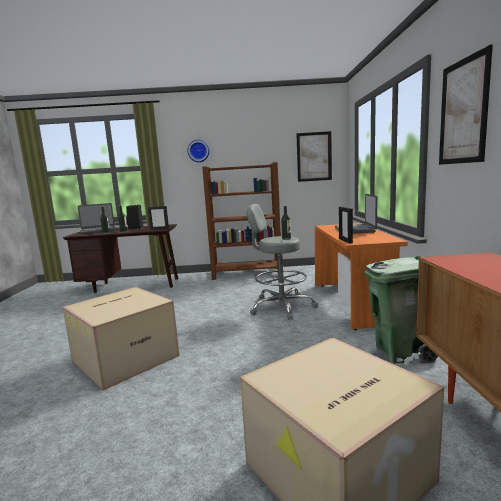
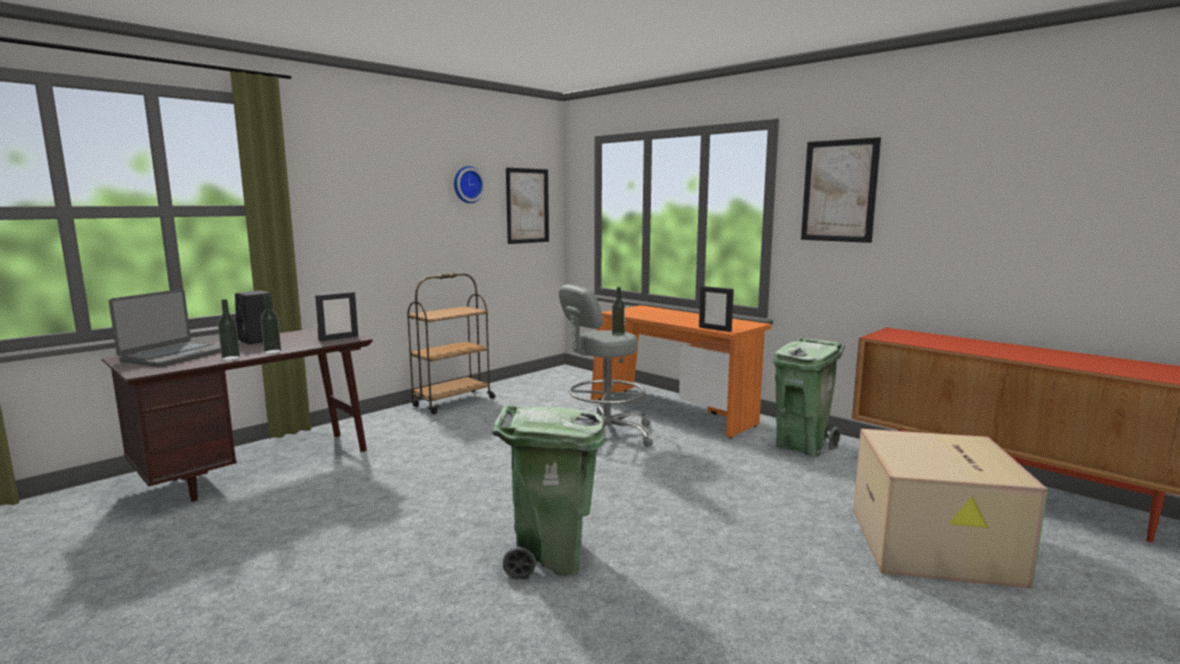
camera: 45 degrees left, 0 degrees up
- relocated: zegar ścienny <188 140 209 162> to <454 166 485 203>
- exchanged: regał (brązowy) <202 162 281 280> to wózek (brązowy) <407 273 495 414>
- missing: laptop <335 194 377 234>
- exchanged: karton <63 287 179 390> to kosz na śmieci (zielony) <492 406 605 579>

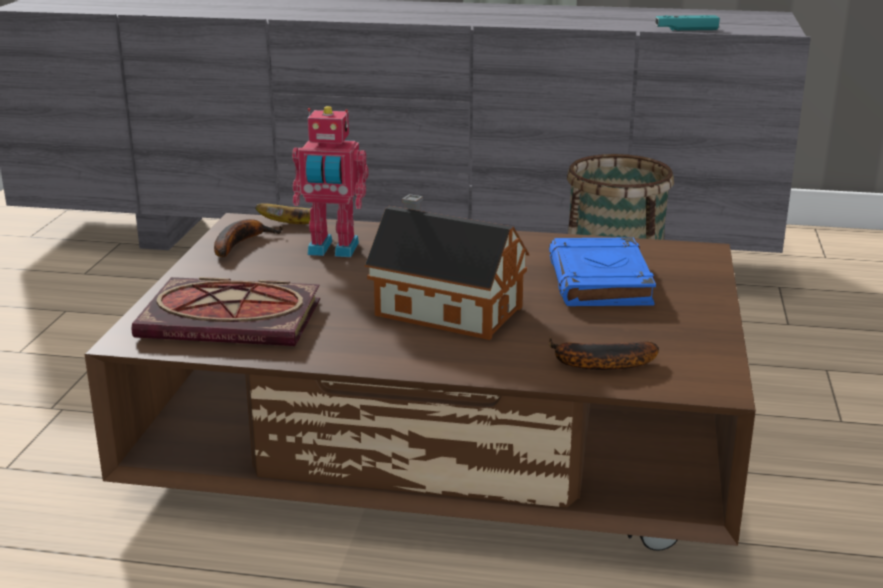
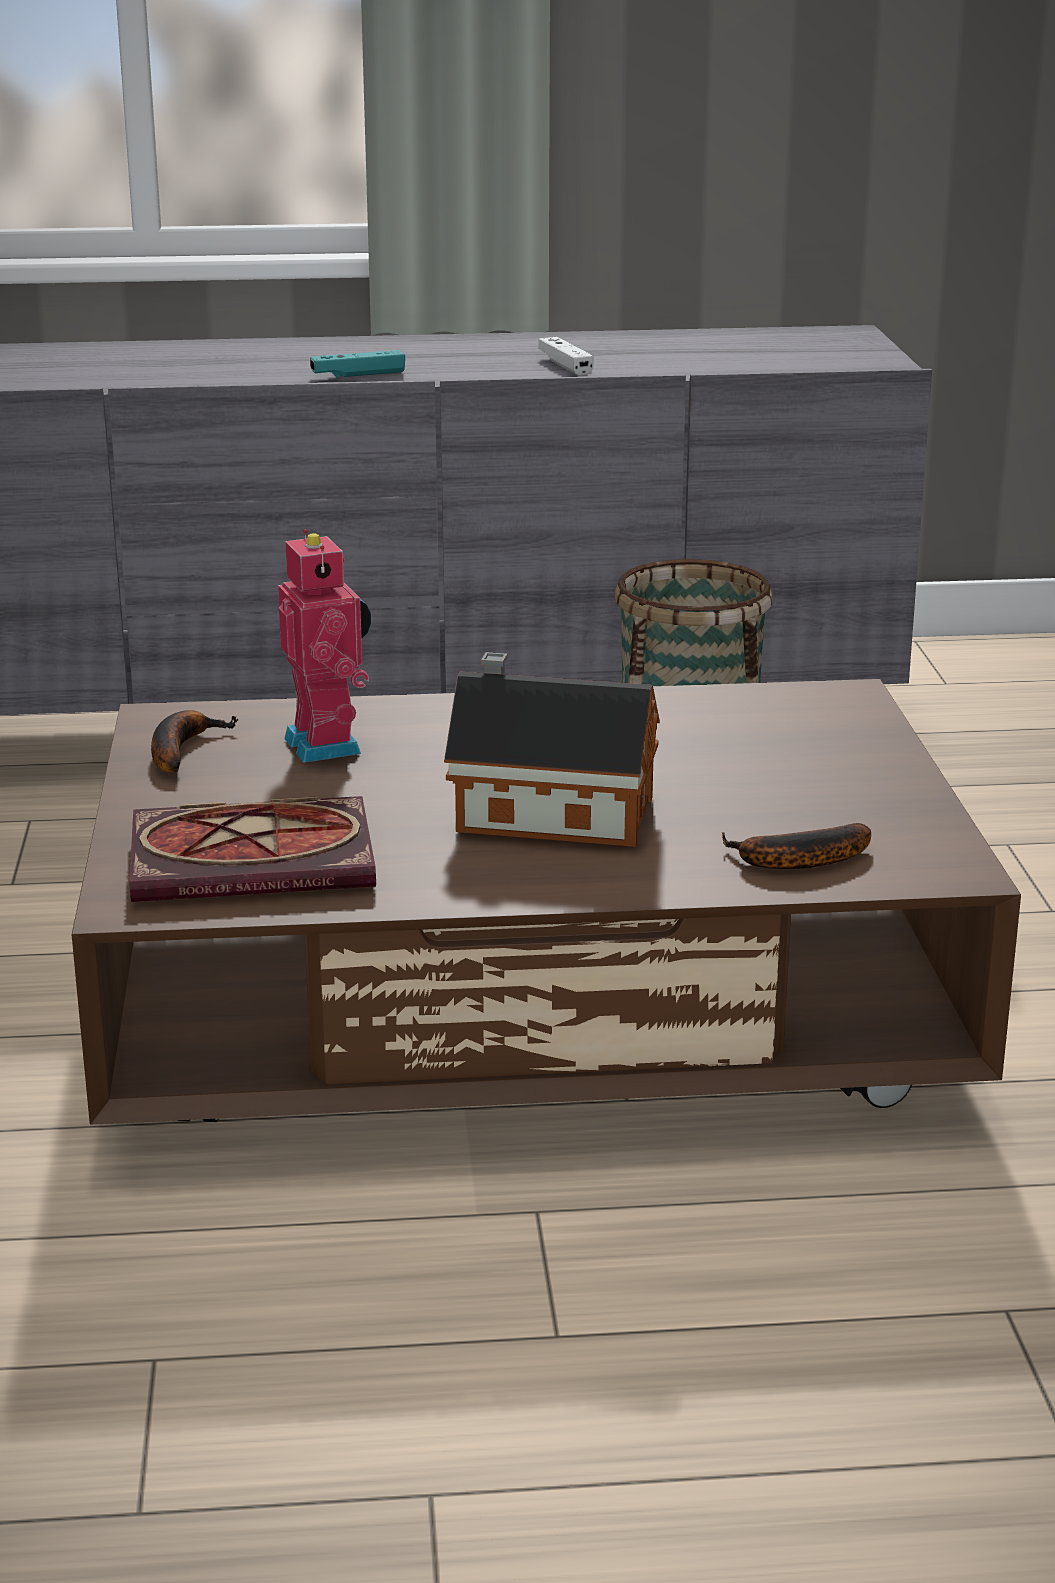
camera: 15 degrees left, 0 degrees up
- relocated: pad do gier (turkusowy) <655 15 720 31> to <310 350 405 378>
- spun: robot zabawkowy <292 106 369 257> = <278 529 371 763> 105 degrees counterclockwise
- missing: banan <255 203 310 224>
- missing: książka (niebieski) <549 237 656 306>
- appeared: pad do gier (biały) <538 337 594 376>

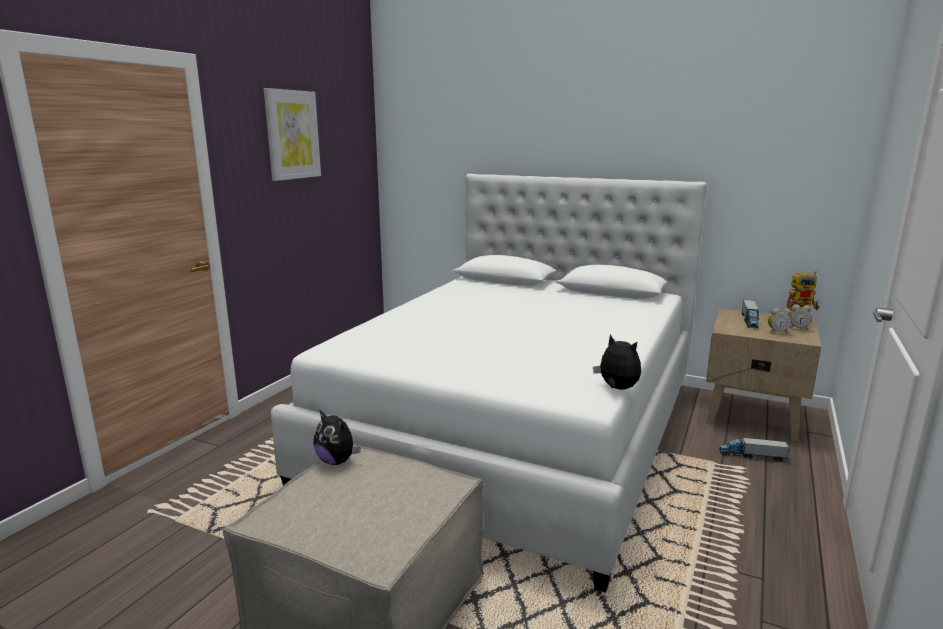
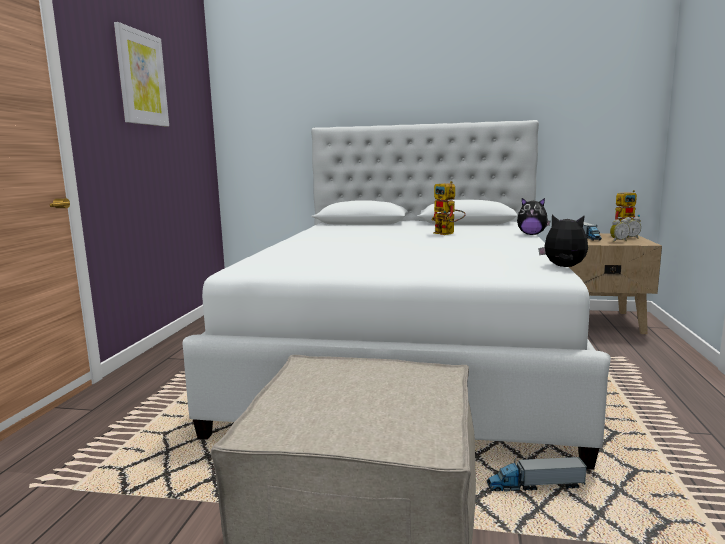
camera: 15 degrees left, 5 degrees down
- relocated: pluszak <313 410 361 465> to <517 198 550 235>
- relocated: ciężarówka zabawkowa <719 436 790 462> to <487 457 587 492>
- appeared: robot zabawkowy <432 181 466 235>

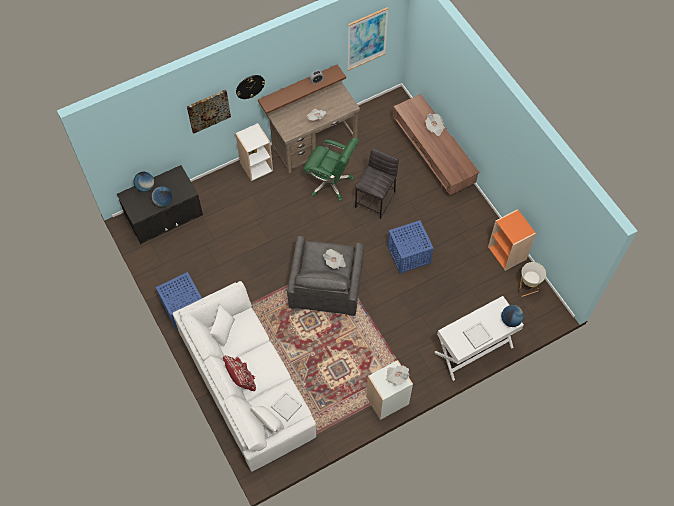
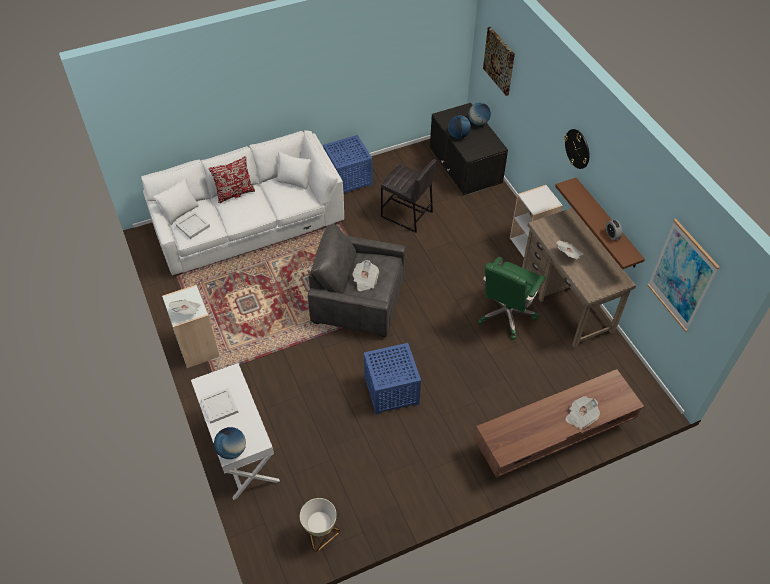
camera: 95 degrees right, 10 degrees down
- relocated: obraz <187 90 231 134> to <483 27 515 96>
- relocated: stołek (szary) <355 148 399 219> to <381 159 437 233>
- missing: regał (pomarańczowy) <488 209 536 271>

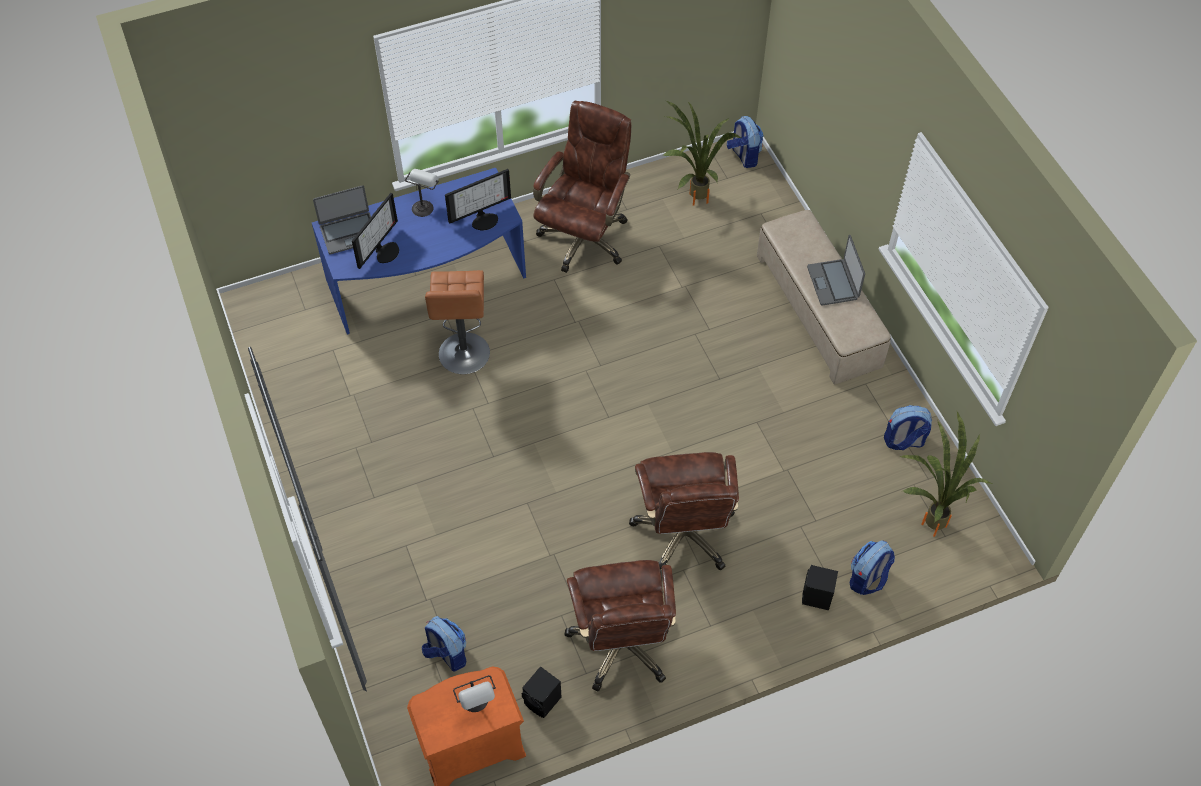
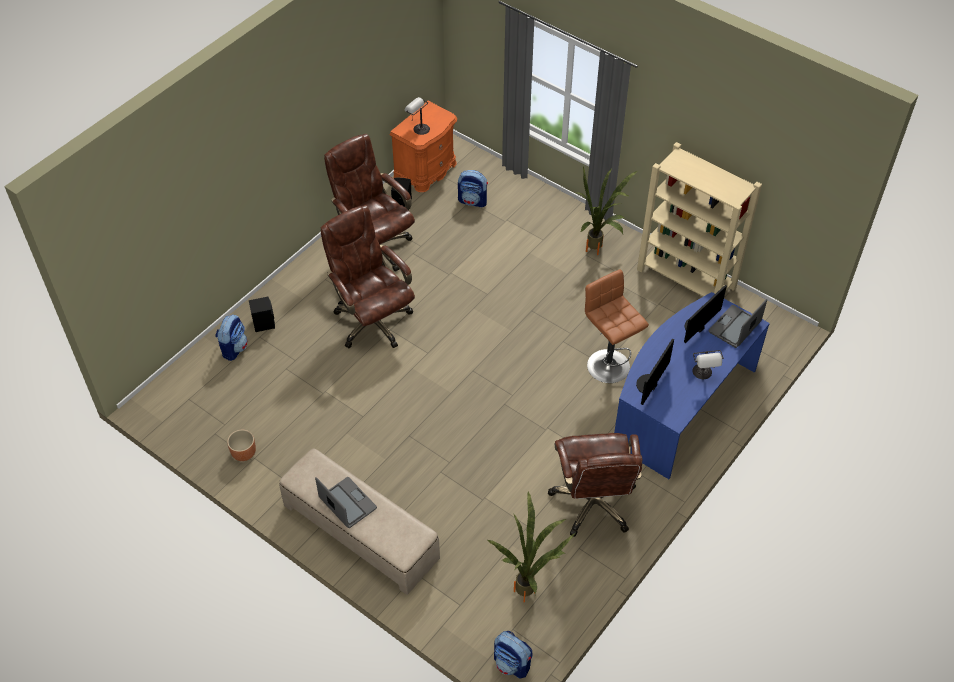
camera: 150 degrees right, 5 degrees down
- spun: monitor <352 193 399 269> = <684 285 727 343> 45 degrees clockwise
- exchanged: plecak <884 405 932 450> to donica (brązowy) <227 430 256 461>
- relocated: roślina doniczkowa <900 412 992 537> to <574 167 637 255>
- appeared: regał (beżowy) <637 142 762 297>

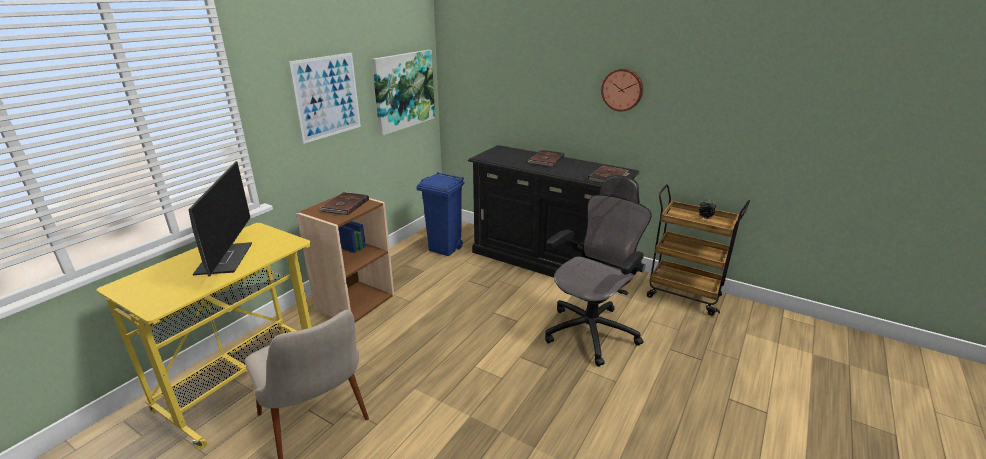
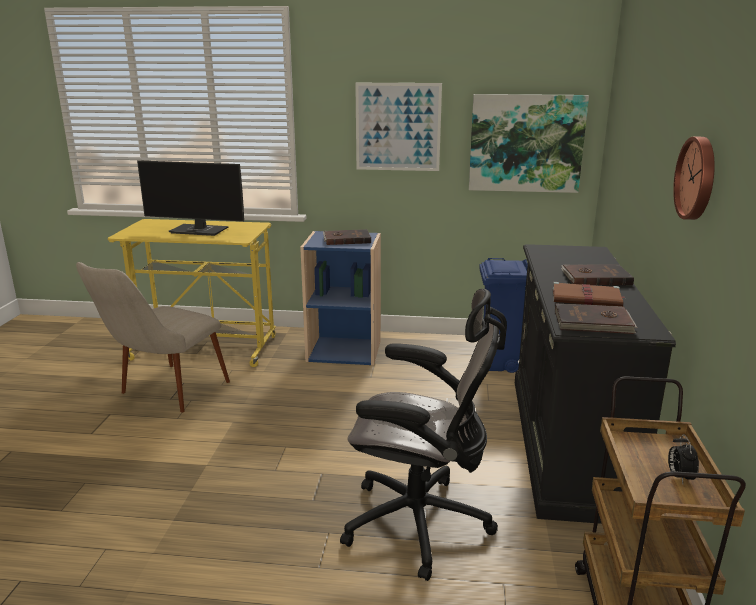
camera: 65 degrees right, 5 degrees down
- spun: monitor <188 161 252 277> = <137 160 244 236> 45 degrees clockwise
- colour: regał (brązowy) <296 192 394 323> to regał (niebieski) <300 231 381 365>
- appeared: książka (brązowy) <553 282 624 306>

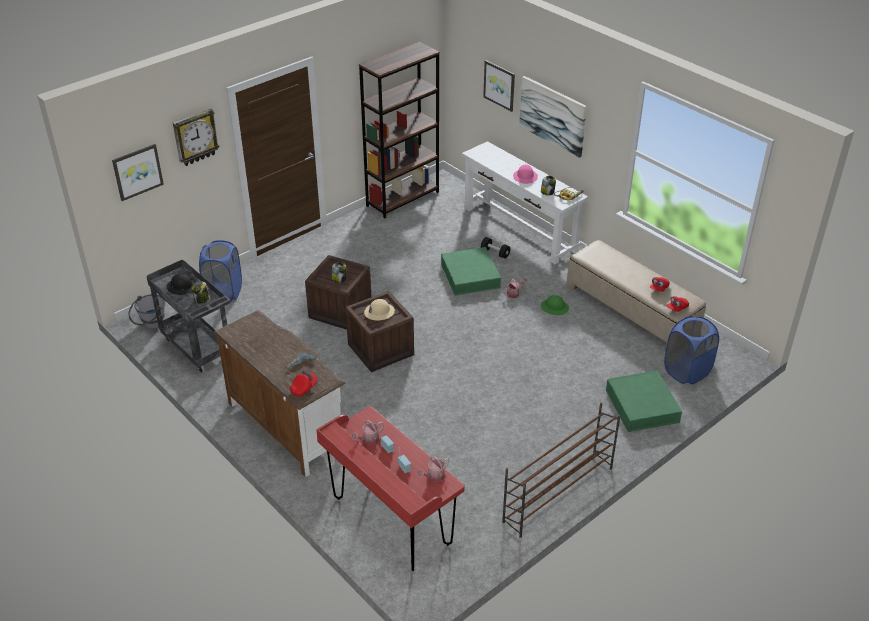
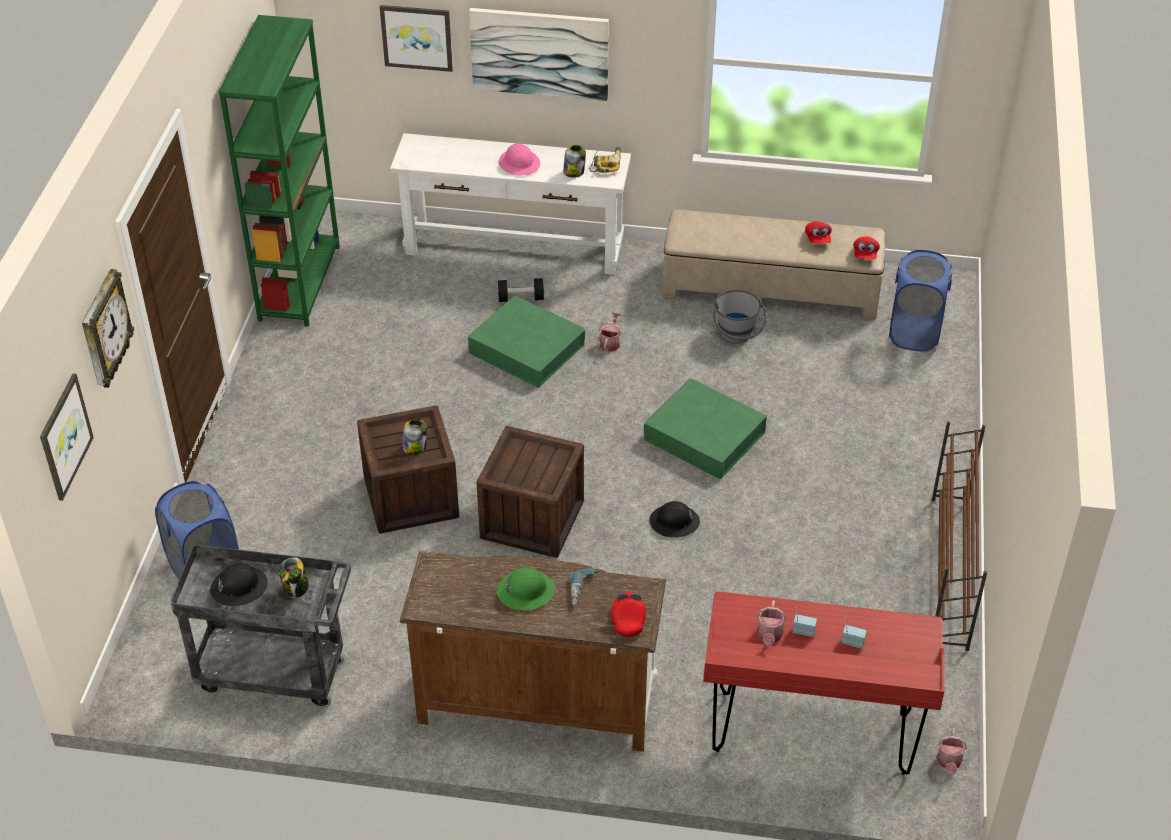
camera: 40 degrees left, 5 degrees up
- colour: regał (brązowy) <359 42 440 218> to regał (zielony) <218 15 340 326>
- relocated: wiadro (szary) <129 294 165 329> to <713 289 767 344>
- relocated: kask (zielony) <541 295 569 315> to <496 567 555 610>
- missing: kask (beżowy) <364 299 395 321>
- relocated: pojemnik do przechowywania (zielony) <606 370 682 432> to <644 379 767 479>
- relocated: konewka <417 456 450 482> to <936 728 967 775>
- appeared: kask (czarny) <649 501 700 538>

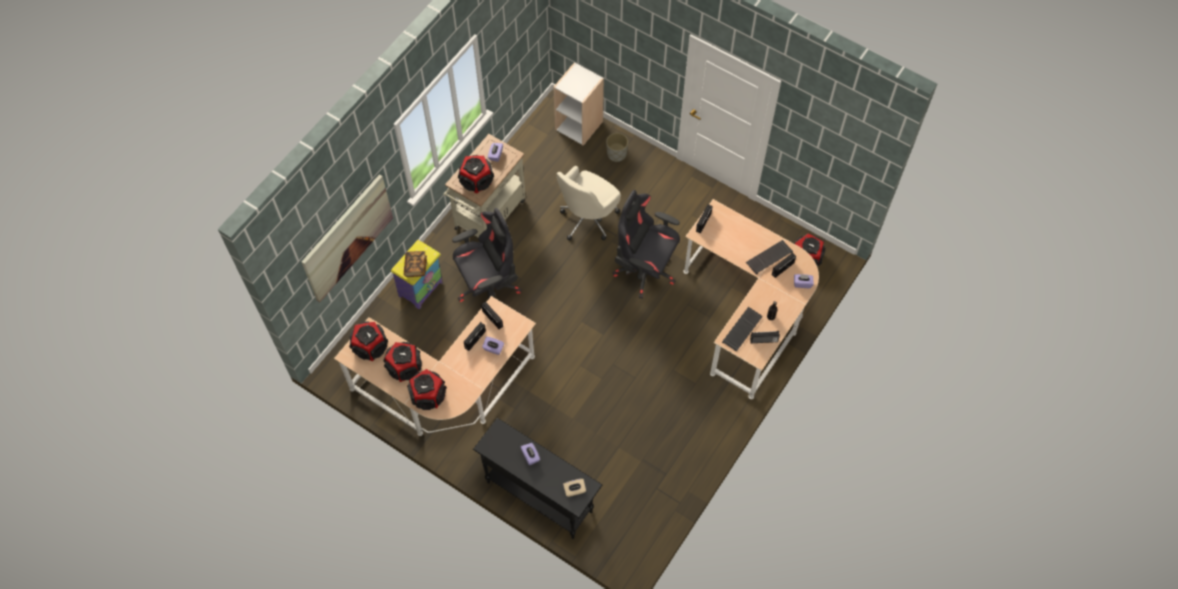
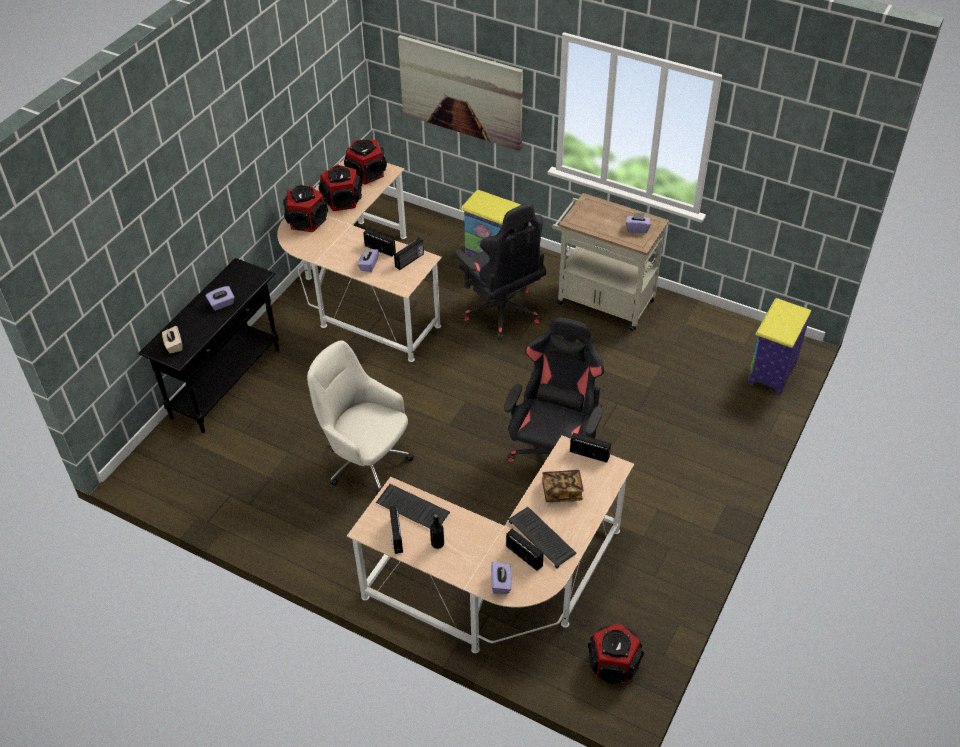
camera: 85 degrees right, 15 degrees down
- exchanged: regał <553 62 604 146> to szafka nocna <748 298 812 395>
- missing: donica (szary) <606 133 628 162>
- missing: głośnik <458 155 494 193>
- relocated: krzesło biurowe (beżowy) <557 166 621 240> to <307 340 414 496>
- relocated: książka <404 251 427 277> to <542 470 584 502>

